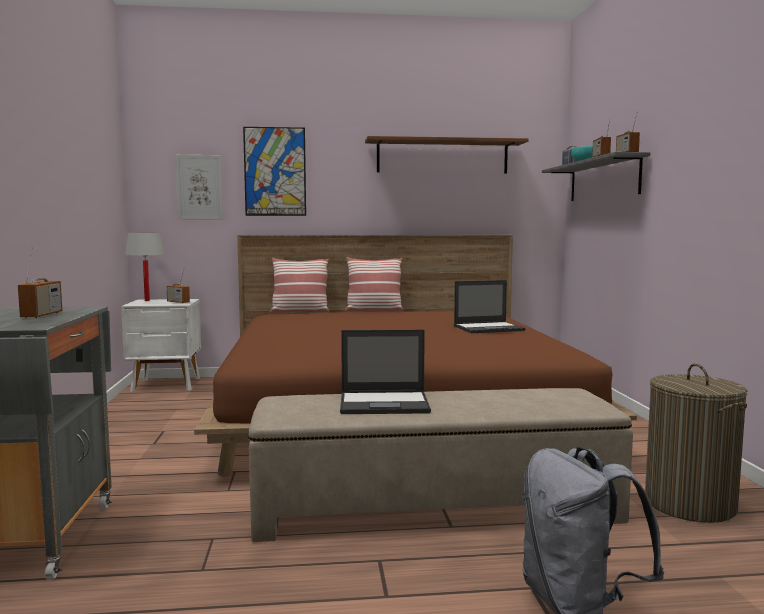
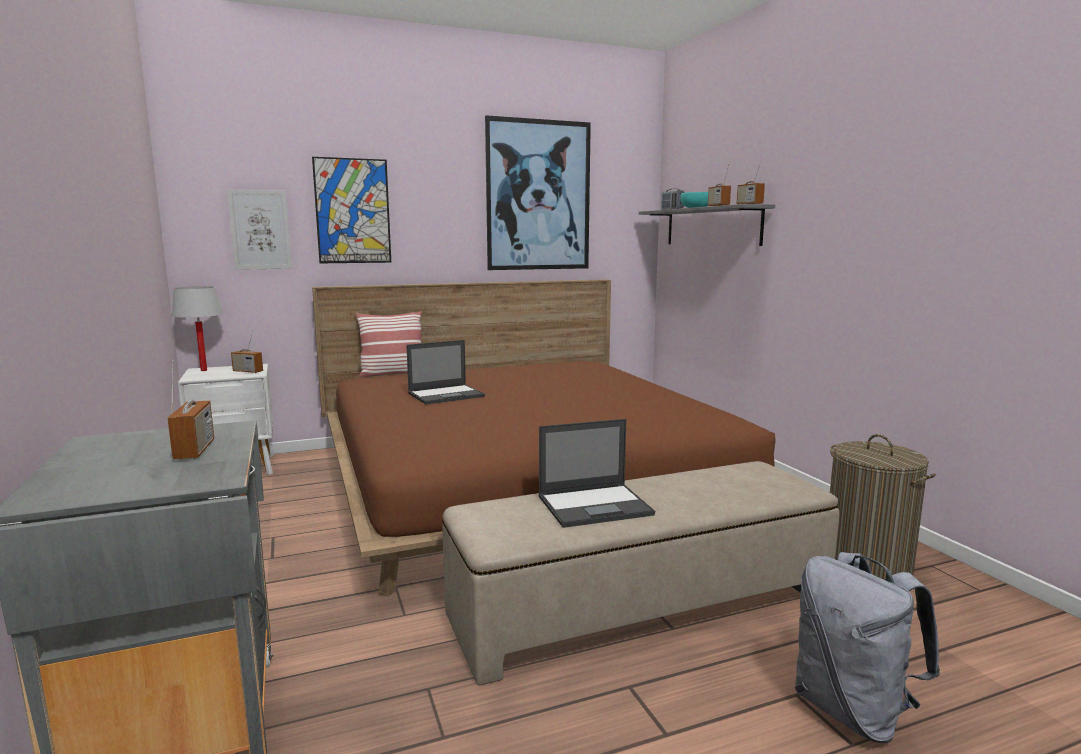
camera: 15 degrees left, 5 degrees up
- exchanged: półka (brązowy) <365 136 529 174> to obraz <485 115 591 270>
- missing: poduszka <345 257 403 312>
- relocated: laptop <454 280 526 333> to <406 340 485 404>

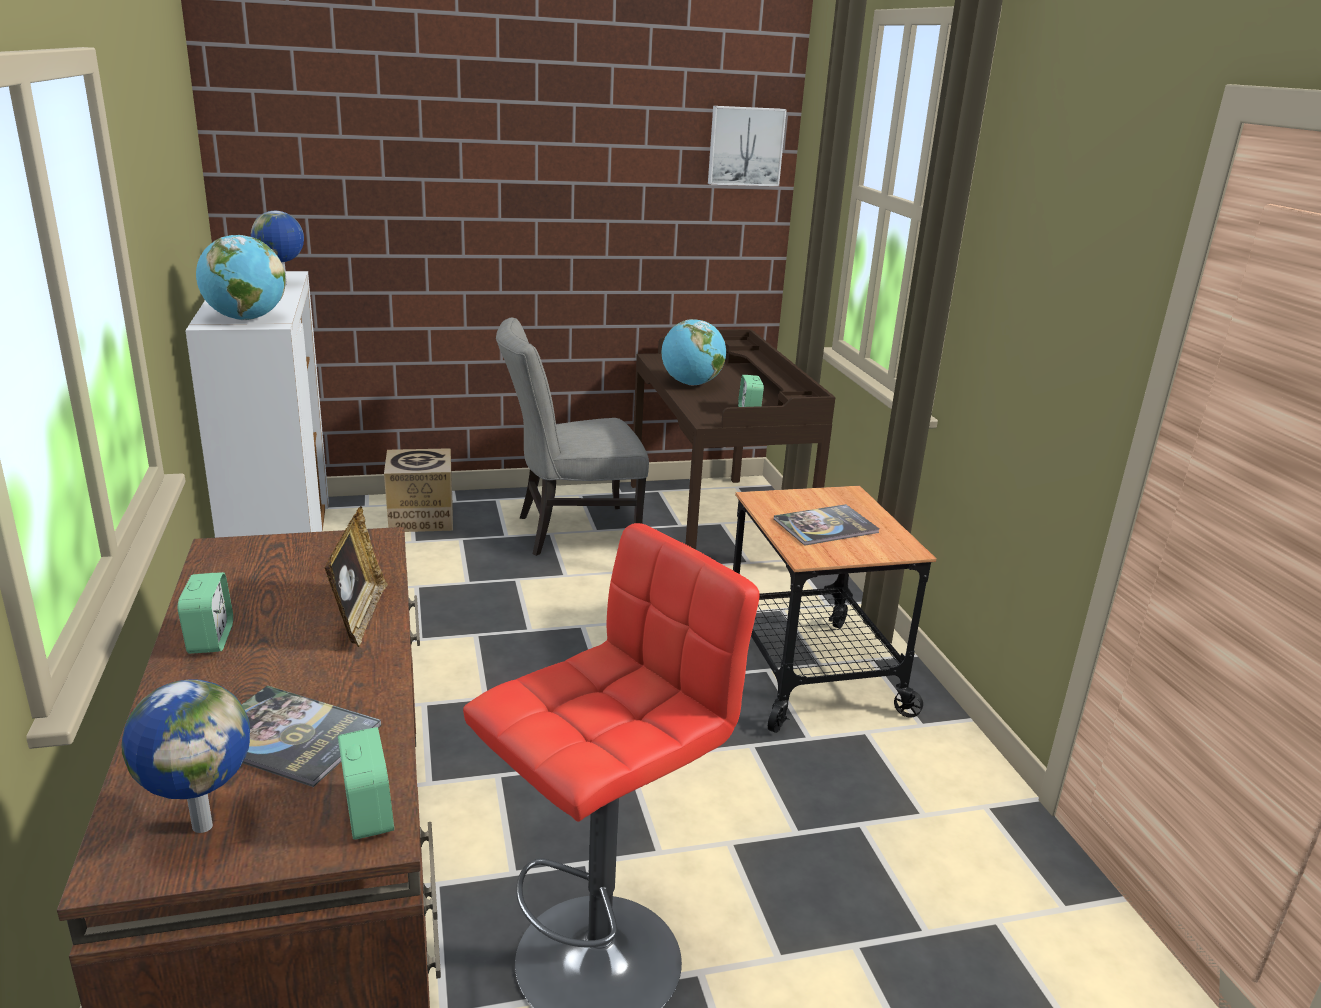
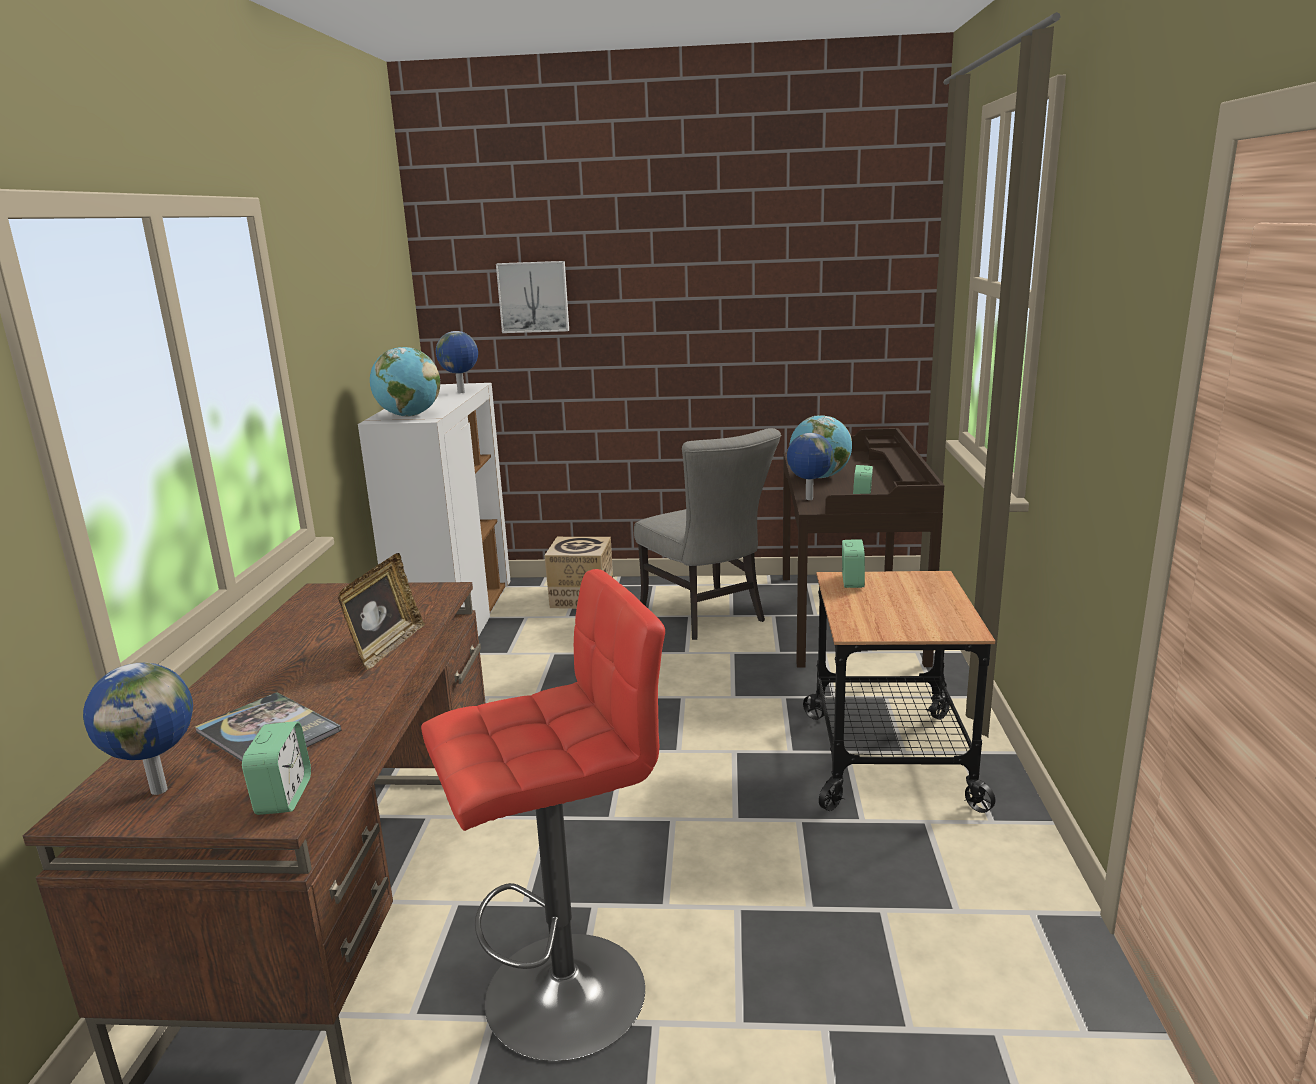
camera: 20 degrees right, 5 degrees down
- relocated: obraz <708 106 787 186> to <496 261 569 333>
- spun: krzesło (szary) <496 318 649 556> = <634 428 781 640> 120 degrees counterclockwise
- missing: książka <774 504 879 546>
- relocated: budzik <178 572 233 654> to <842 539 865 588>
- appeared: globus <787 433 834 500>

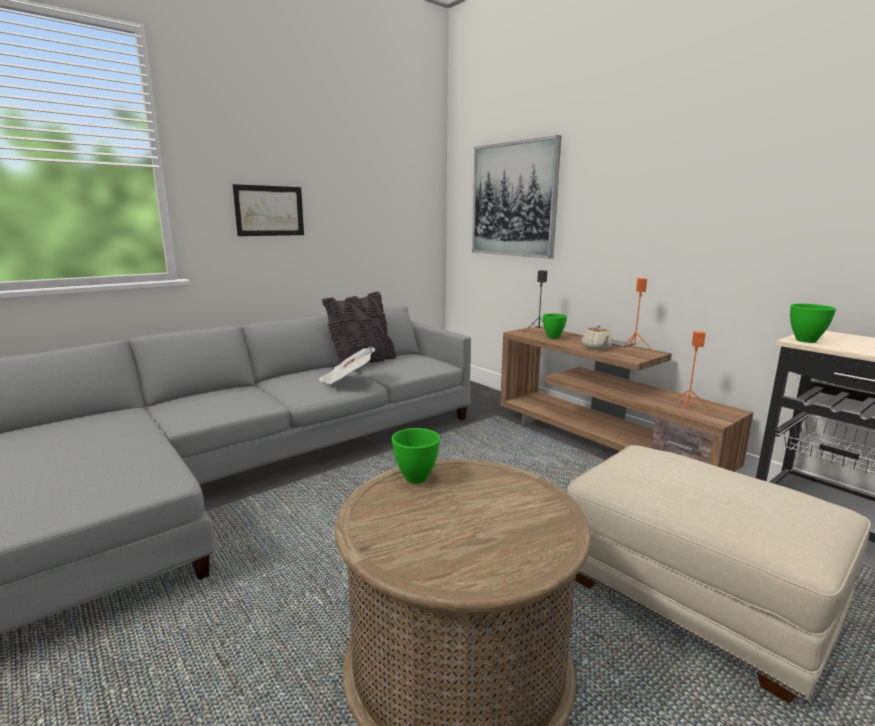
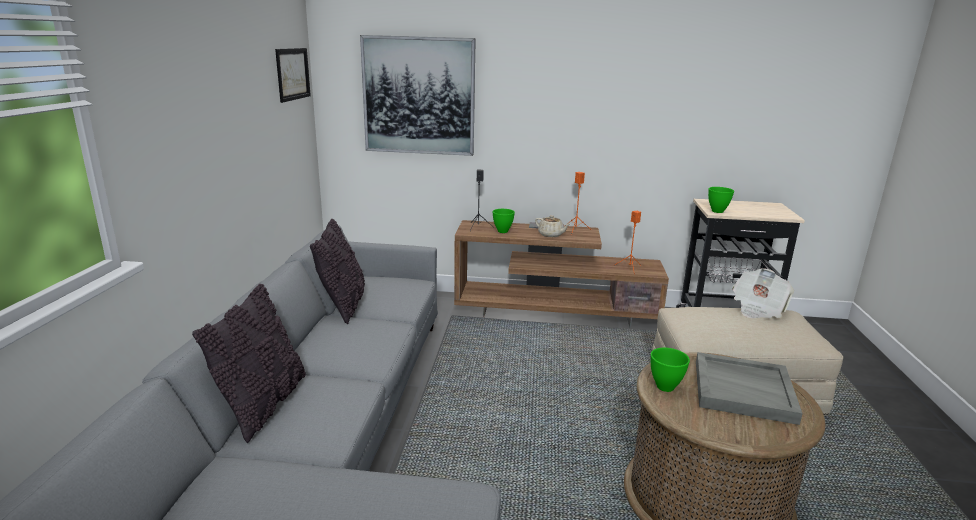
camera: 45 degrees left, 5 degrees up
- relocated: obraz <233 184 304 236> to <275 48 311 103>
- relocated: gazeta <319 347 375 385> to <732 268 794 318>
- appeared: poduszka (czarny) <192 284 306 443>
- appeared: taca (szary) <696 352 803 425>

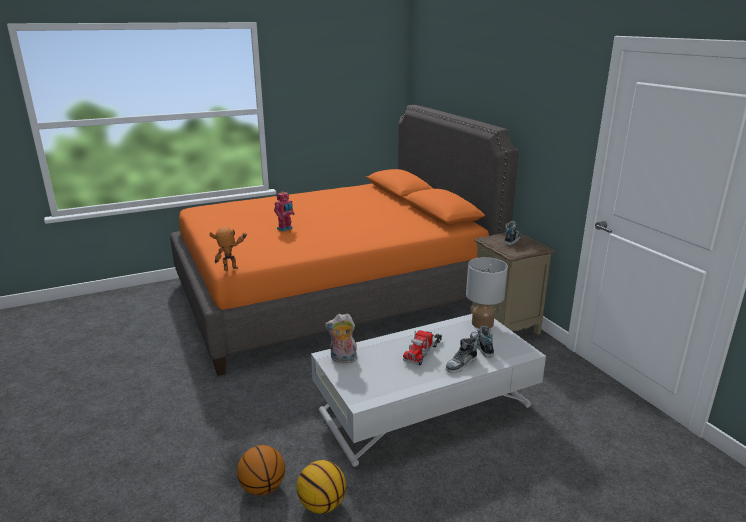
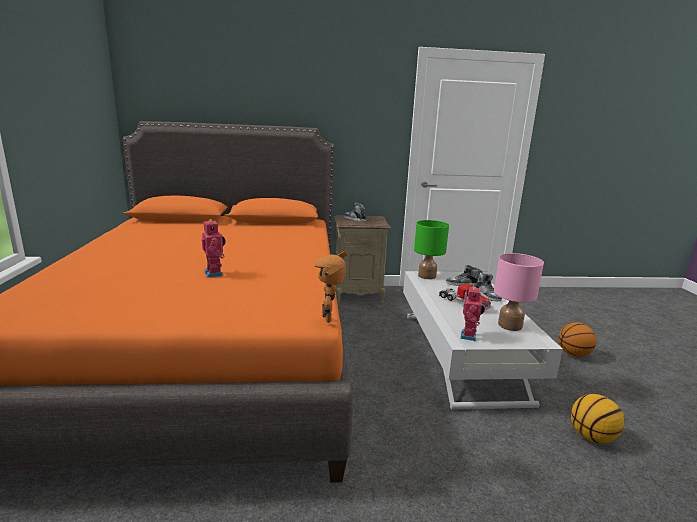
camera: 70 degrees left, 5 degrees down
- colour: lampa stołowa (szary) <466 257 508 329> to lampa stołowa (zielony) <414 220 449 279>
- exchanged: pluszak <325 314 357 363> to robot zabawkowy <461 287 485 341>
- relocated: piłka do koszykówki <237 445 285 495> to <559 322 597 357>
- appeared: lampa stołowa (różowy) <494 253 544 331>

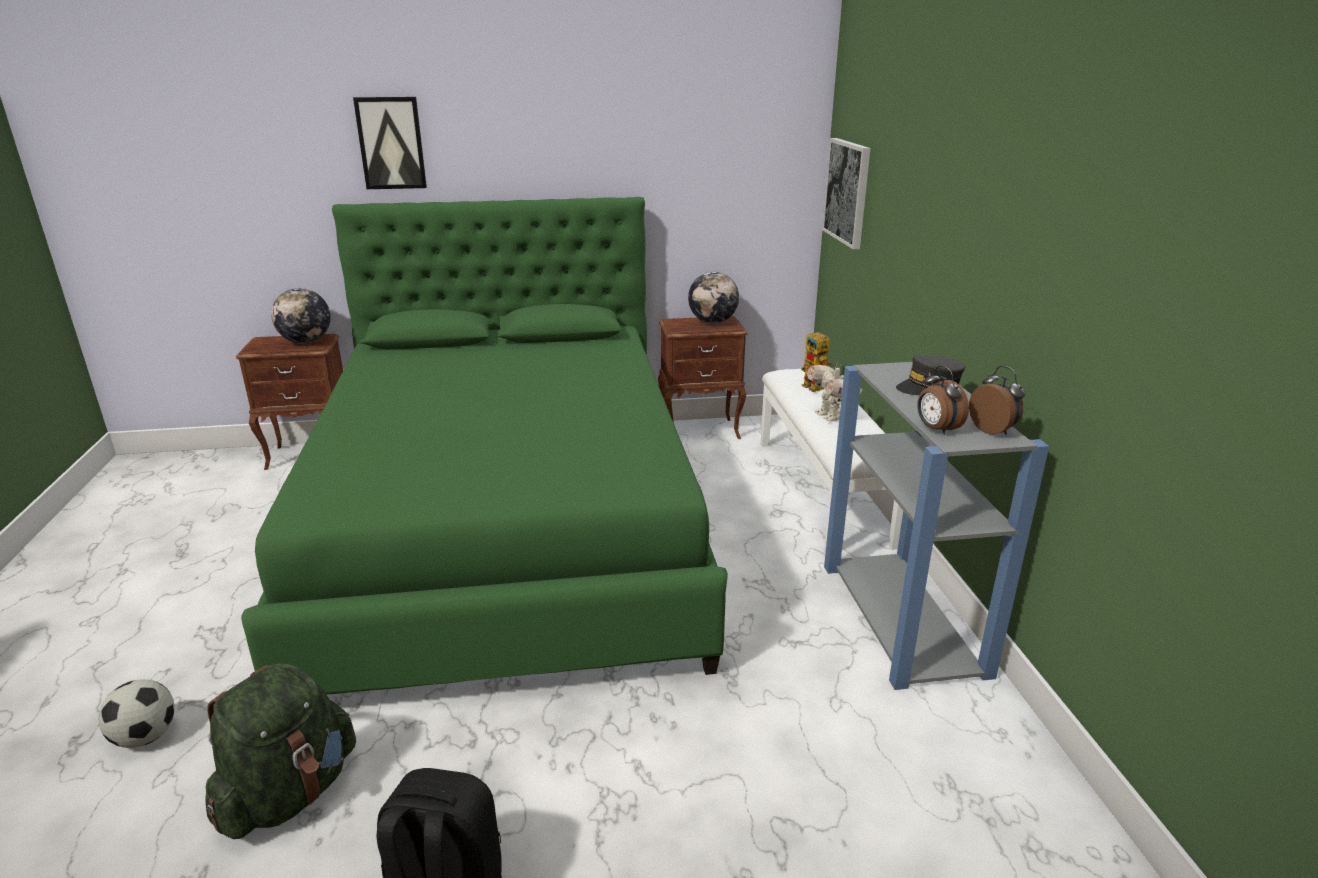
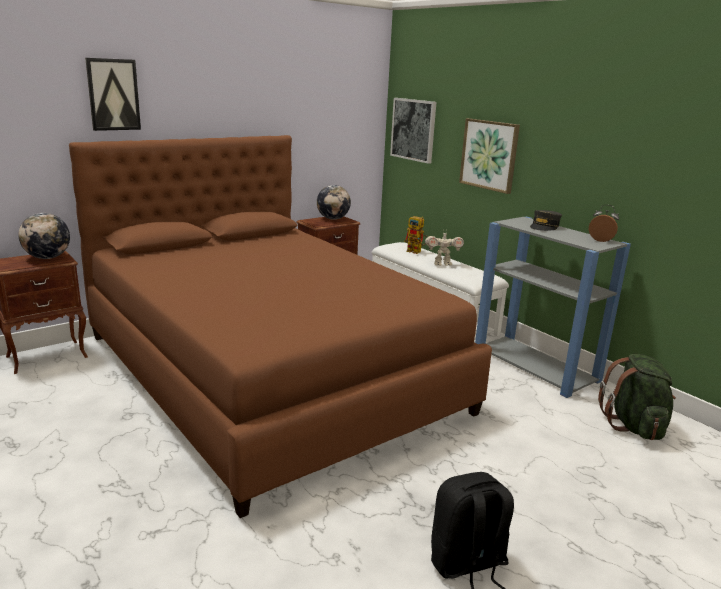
camera: 30 degrees left, 5 degrees down
- colour: łóżko (zielony) <241 197 728 695> to łóżko (brązowy) <69 135 492 518>
- spun: robot zabawkowy <807 362 862 421> = <425 231 464 266> 45 degrees counterclockwise
- missing: budzik <917 365 969 435>
- relocated: plecak (zielony) <205 664 356 839> to <598 354 676 440>
- missing: piłka futbolowa <99 679 175 748>
- appeared: obraz <459 118 520 194>

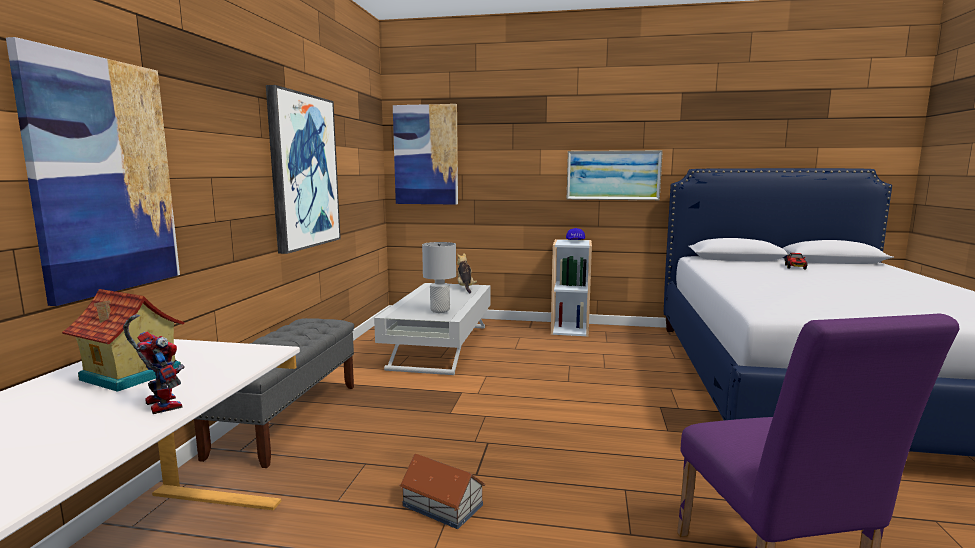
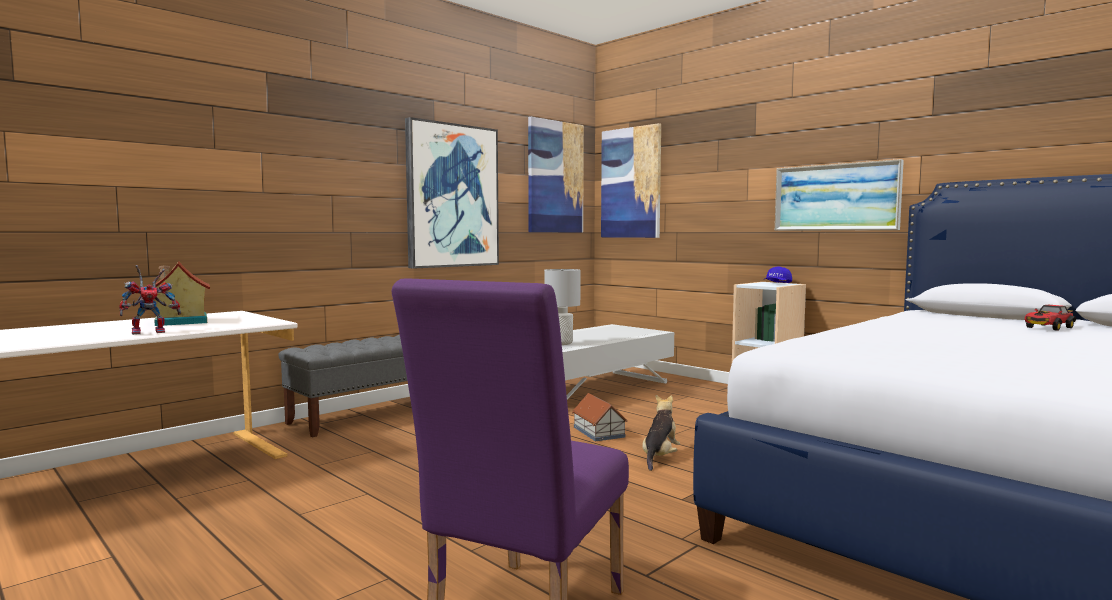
camera: 35 degrees right, 5 degrees down
- relocated: obraz <6 37 180 306> to <528 117 584 232>
- relocated: pluszak <457 253 477 293> to <642 395 680 471>
- spun: robot zabawkowy <123 314 184 414> = <119 265 181 335> 60 degrees clockwise
- relocated: domek <399 454 486 529> to <572 393 628 441>

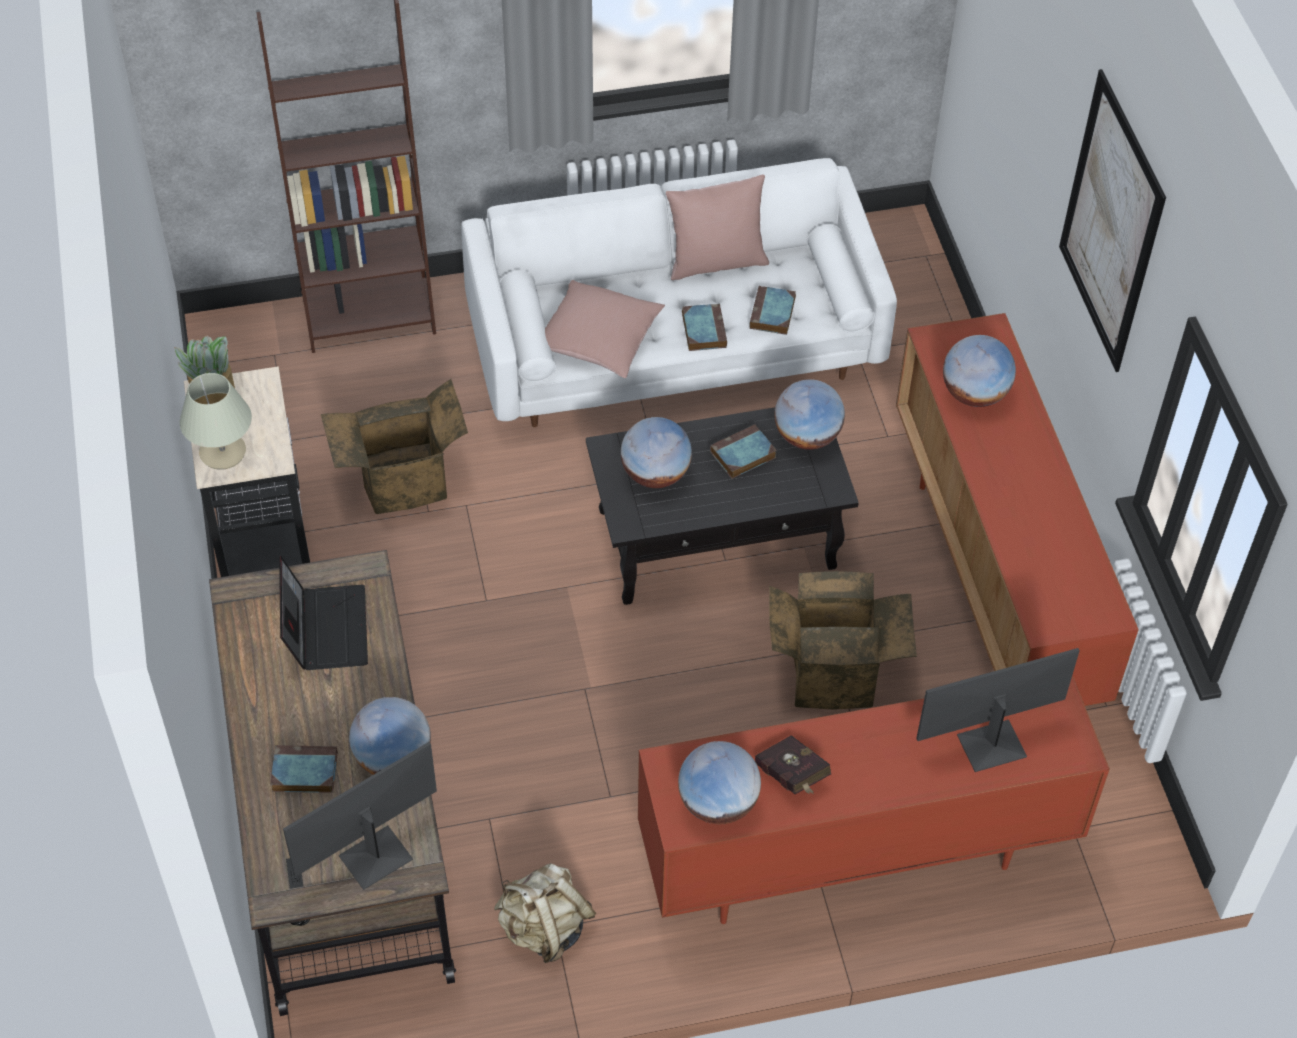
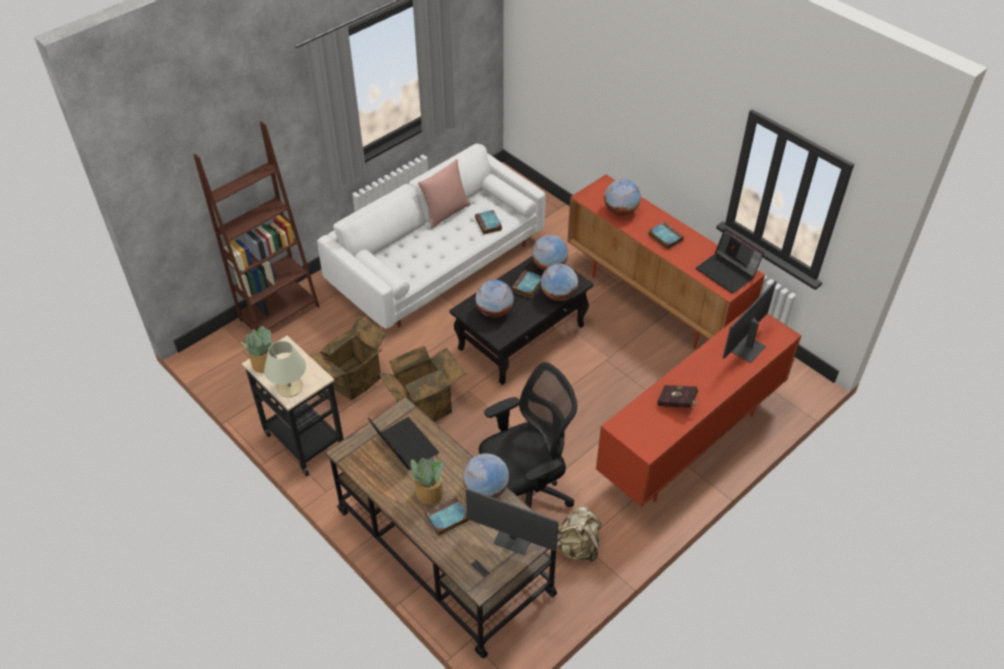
camera: 30 degrees left, 5 degrees down
- missing: obraz <1059 69 1166 372>
- missing: poduszka (różowy) <545 280 665 378>
- relocated: książka <682 304 727 351> to <648 222 684 250>
- relocated: karton <769 571 917 710> to <379 346 467 422>
- relocated: globus <678 741 761 824> to <541 264 578 301>
- spun: monitor <283 742 437 890> = <466 488 559 555> 90 degrees counterclockwise
- appeared: laptop <696 229 764 294>
- appeared: krzesło biurowe (czarny) <479 362 577 508>
- appeared: roślina doniczkowa <409 458 444 504>

